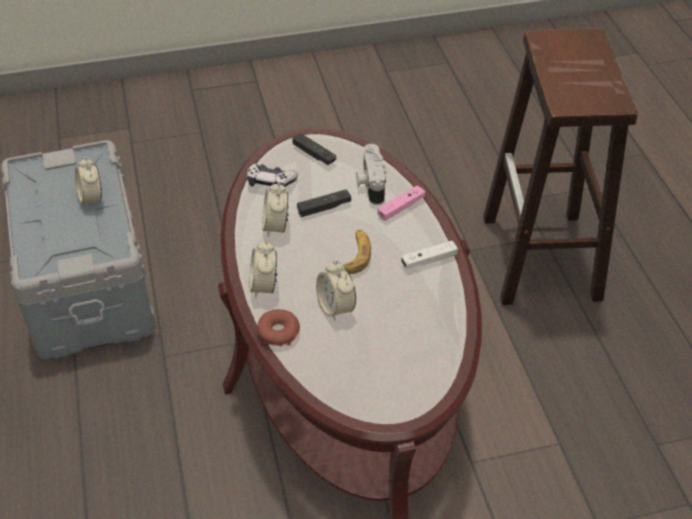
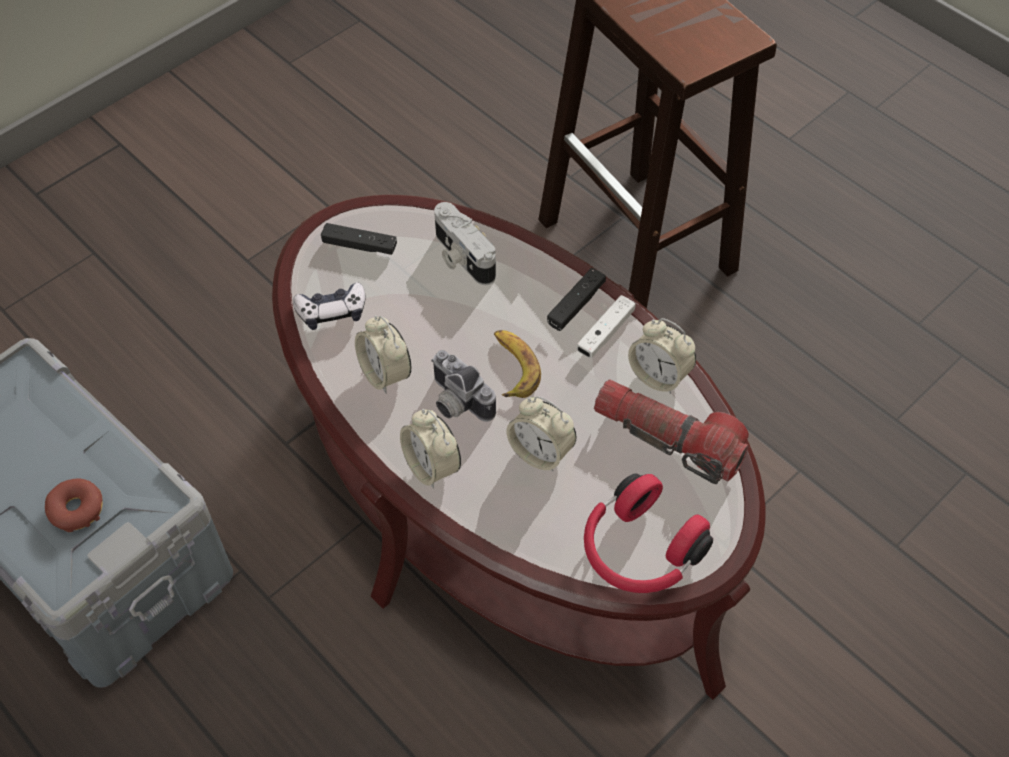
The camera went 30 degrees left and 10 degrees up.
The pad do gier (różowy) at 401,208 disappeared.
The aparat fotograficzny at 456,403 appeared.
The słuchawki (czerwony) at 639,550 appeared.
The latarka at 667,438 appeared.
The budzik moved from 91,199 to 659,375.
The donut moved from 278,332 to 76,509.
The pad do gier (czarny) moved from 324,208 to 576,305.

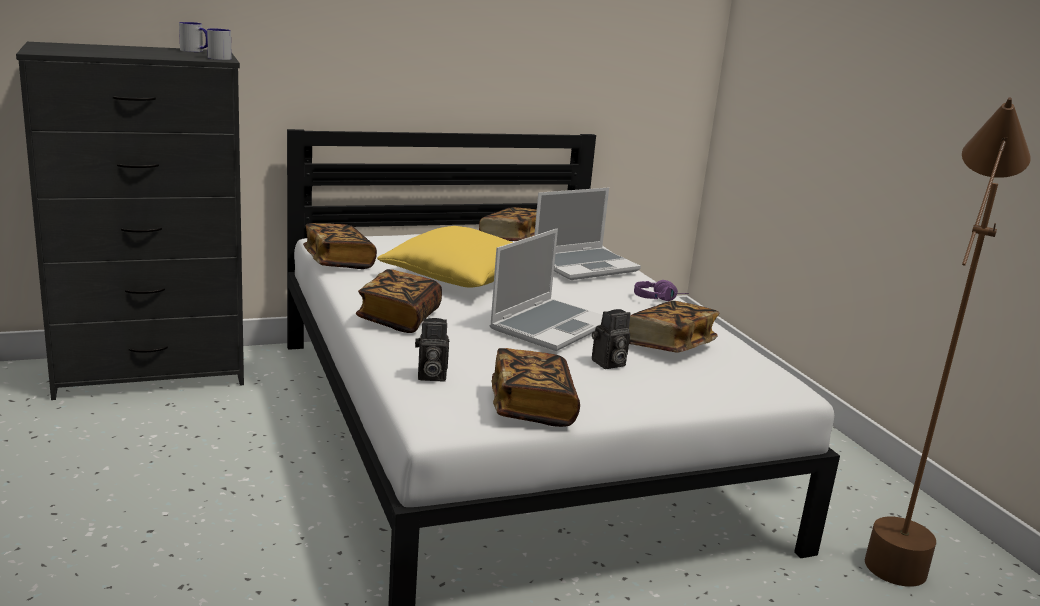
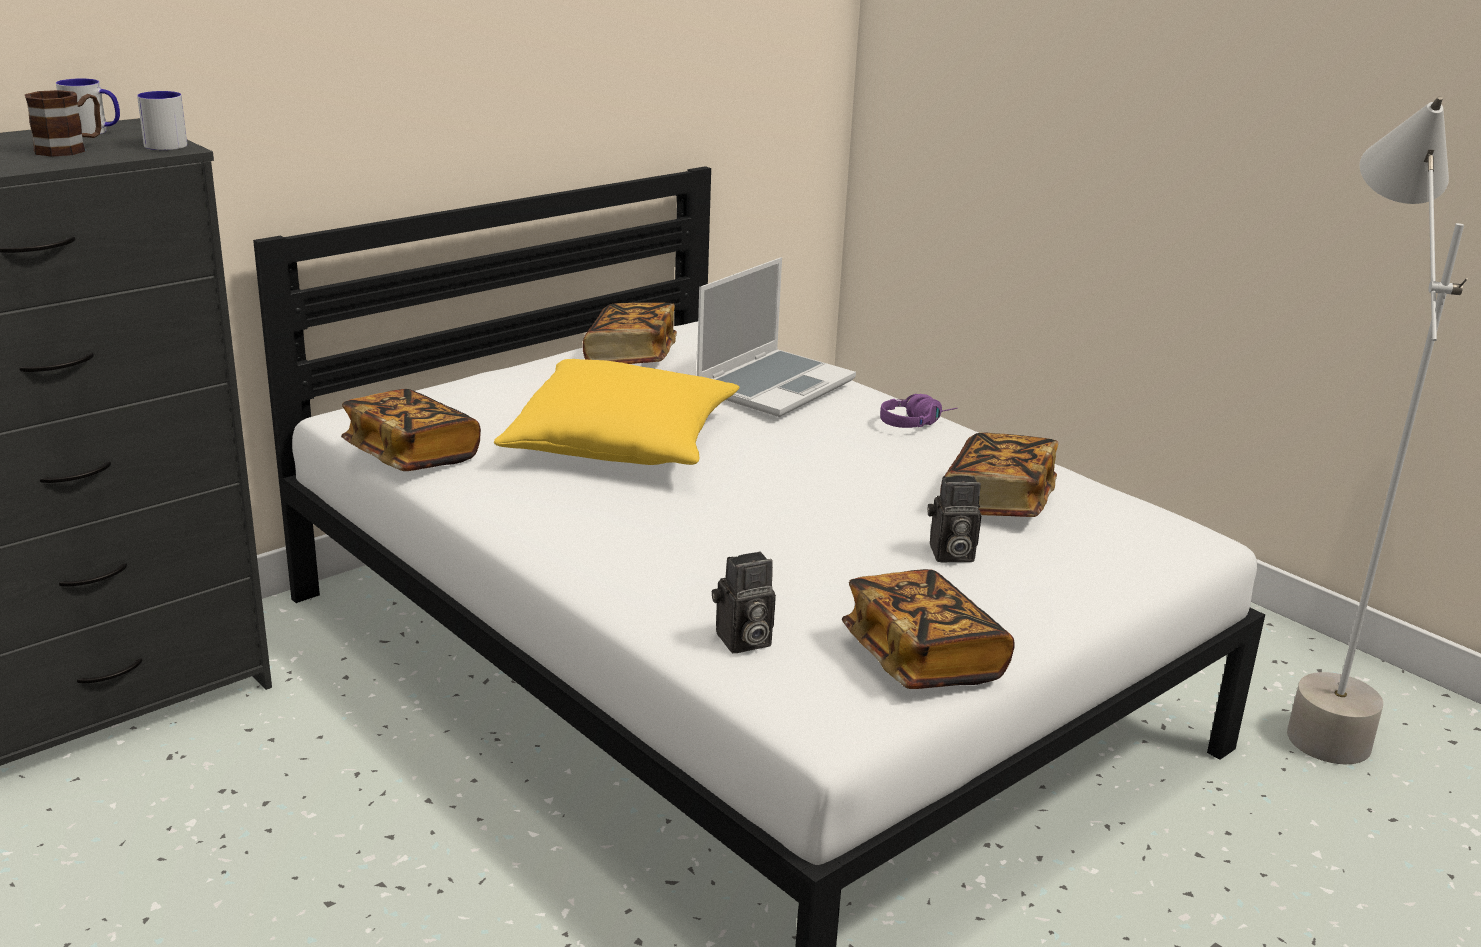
The camera went 20 degrees left and 5 degrees up.
The książka at 399,318 disappeared.
The laptop at 550,326 disappeared.
The kubek (brązowy) at 70,149 appeared.
The lampa stojąca (brązowy) at 898,542 became the lampa stojąca (szary) at 1309,702.
The aparat fotograficzny at 608,364 turned 45 degrees clockwise.

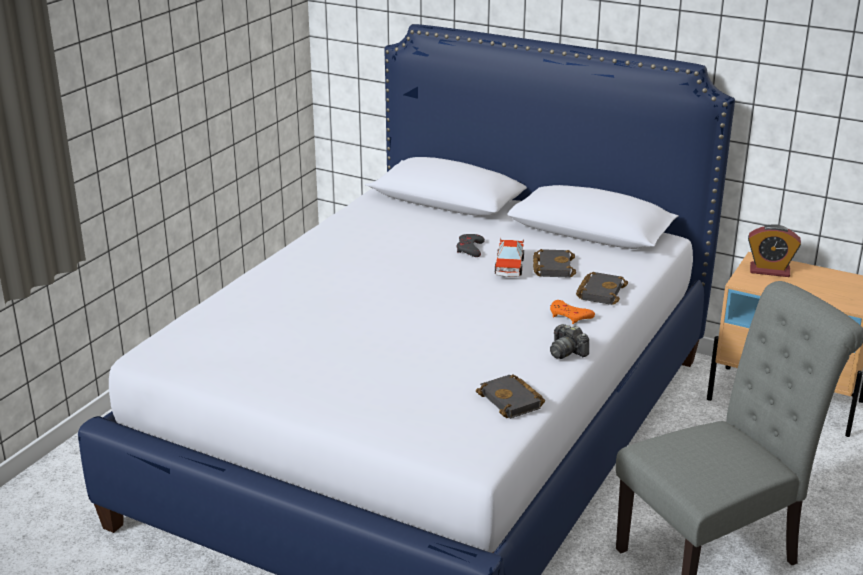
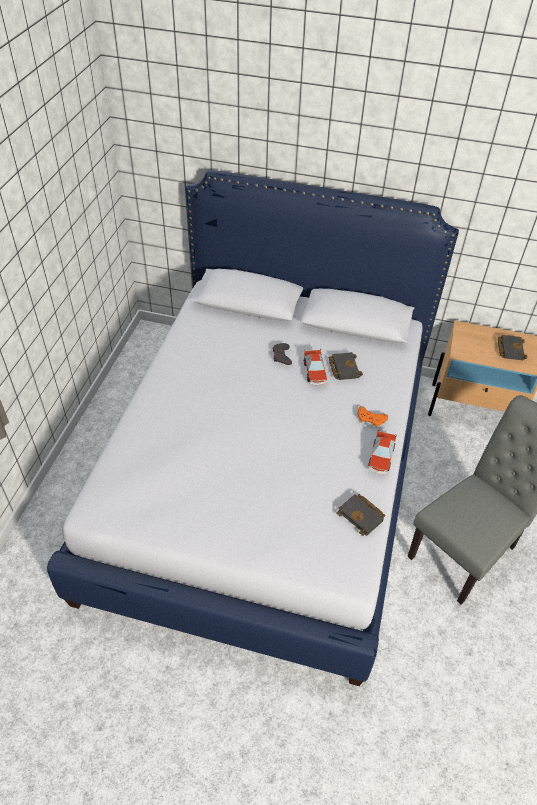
The camera went 15 degrees left and 20 degrees up.
The budzik at 769,271 disappeared.
The książka (czarny) moved from 600,291 to 509,349.
The aparat fotograficzny at 567,352 was replaced by the samochodzik at 381,457.

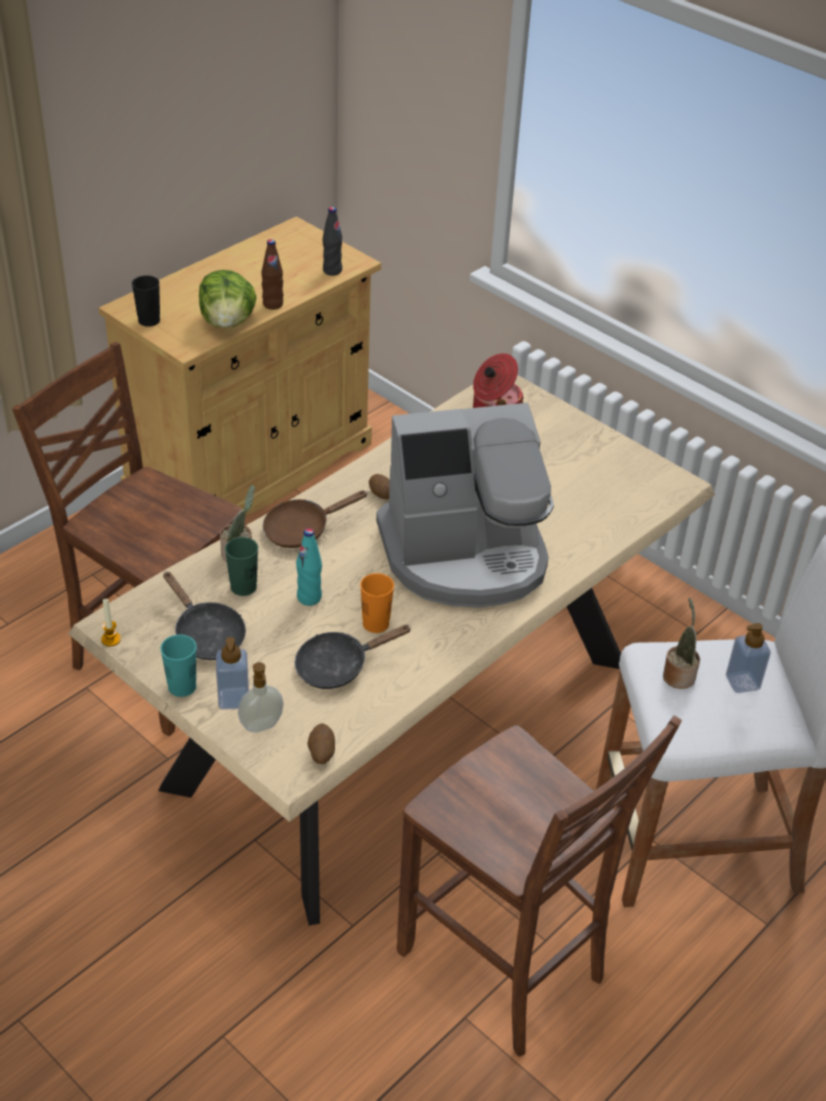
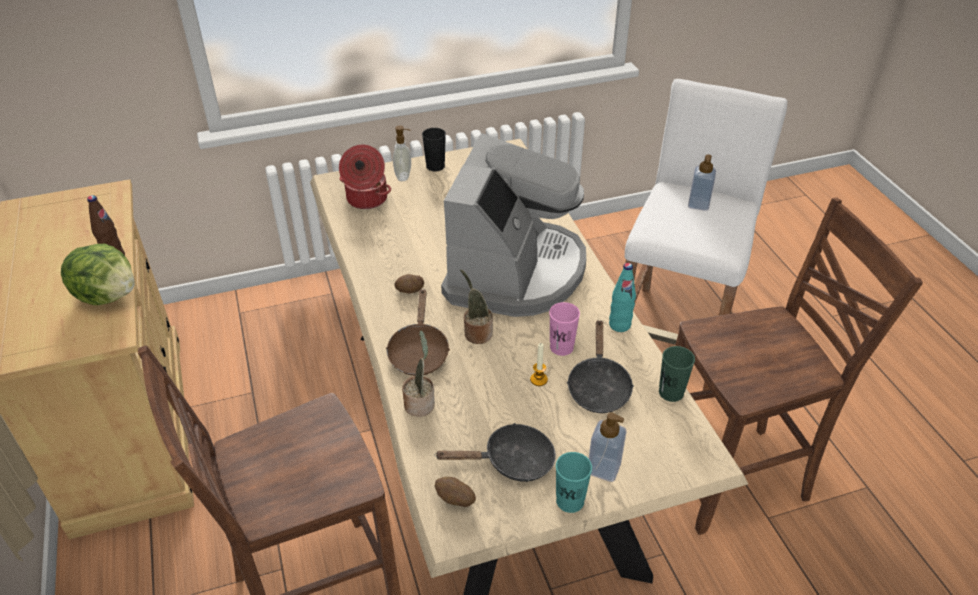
The camera went 60 degrees left and 0 degrees up.
The butelka (czarny) at 332,271 disappeared.
The świeca moved from 111,639 to 538,379.
The filiżanka (czarny) moved from 149,320 to 435,166.
The filiżanka (zielony) moved from 243,587 to 671,392.
The dozownik mydła moved from 262,726 to 404,176.
The butelka (turkusowy) moved from 309,597 to 619,325.
The ziemniak moved from 321,753 to 455,500.
The roślina doniczkowa moved from 678,675 to 476,333.
The filiżanka (pomarańczowy) at 376,624 became the filiżanka (różowy) at 561,347.

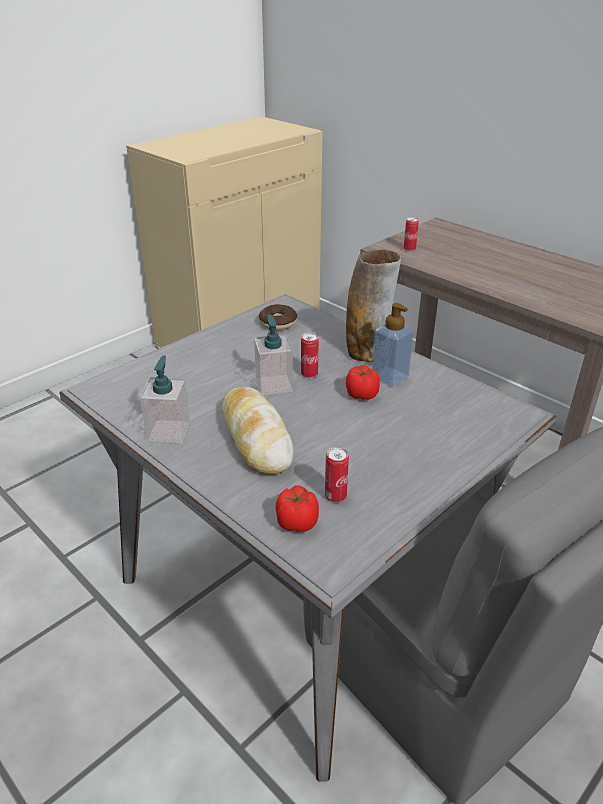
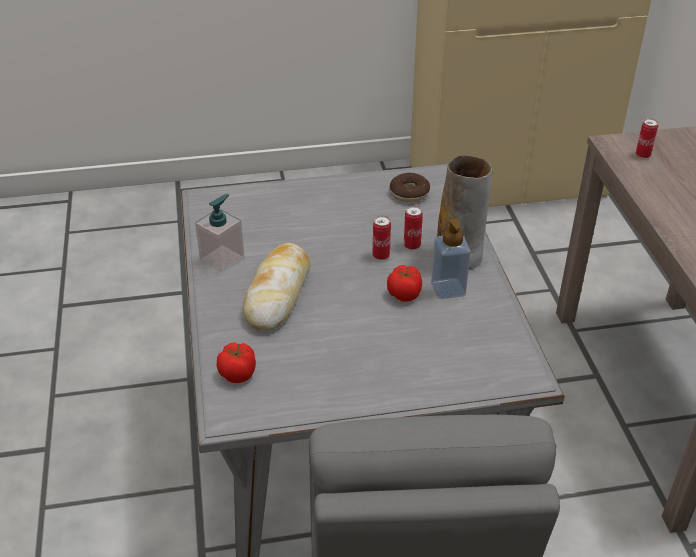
The camera went 35 degrees right and 5 degrees up.
The dozownik mydła at 274,385 disappeared.
The puszka moved from 335,496 to 412,245.

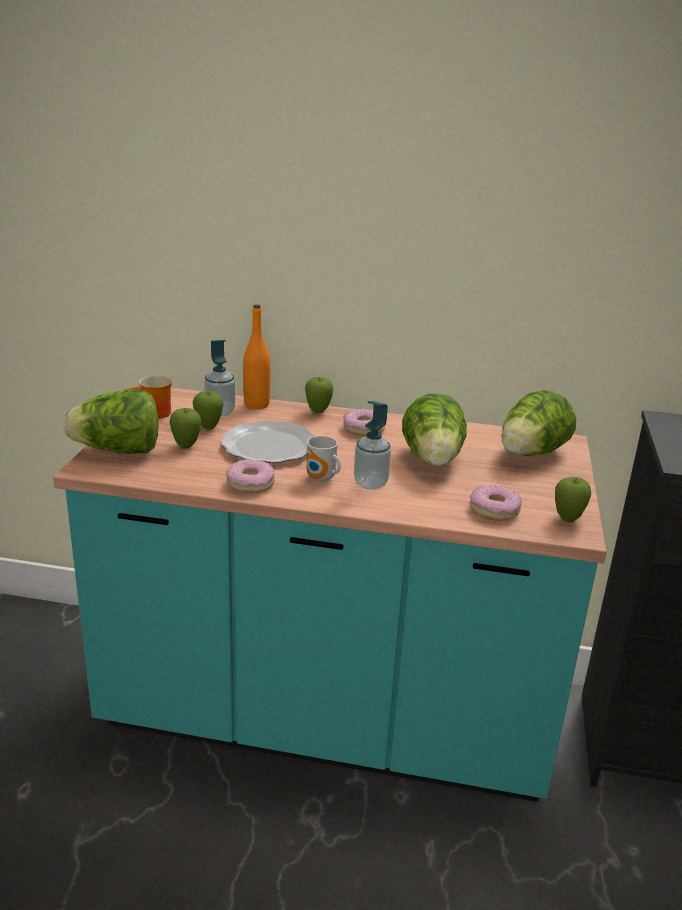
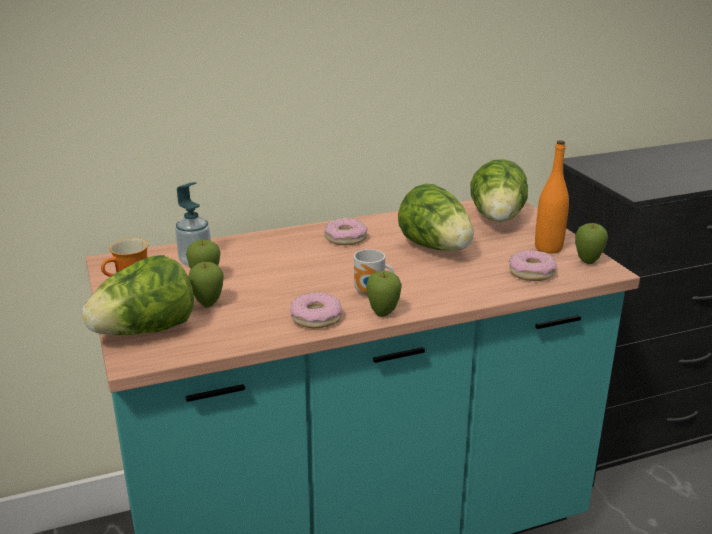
The camera went 30 degrees left and 0 degrees up.
The talerz at 269,447 disappeared.
The dozownik mydła at 370,483 disappeared.
The butelka (pomarańczowy) moved from 256,404 to 548,248.
The jabłko moved from 318,412 to 383,314.

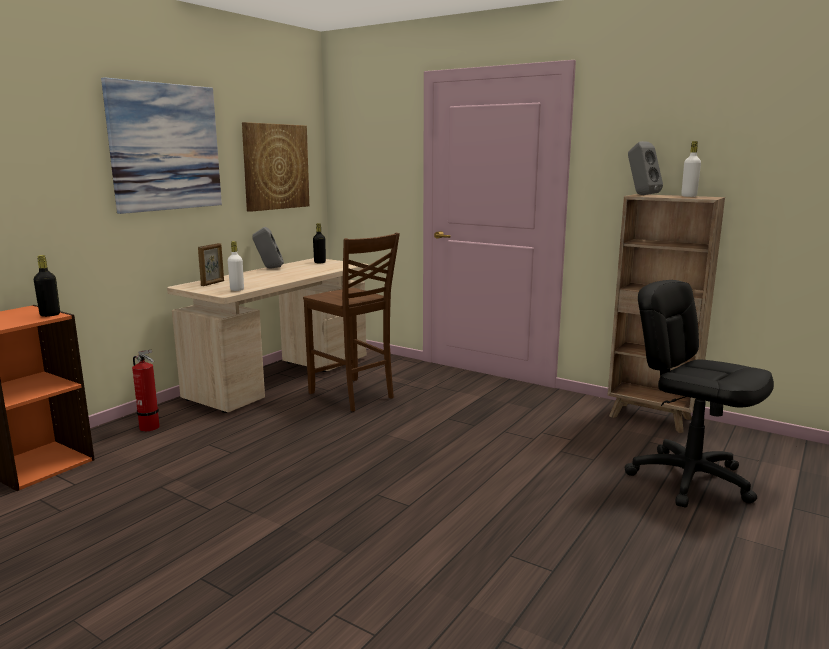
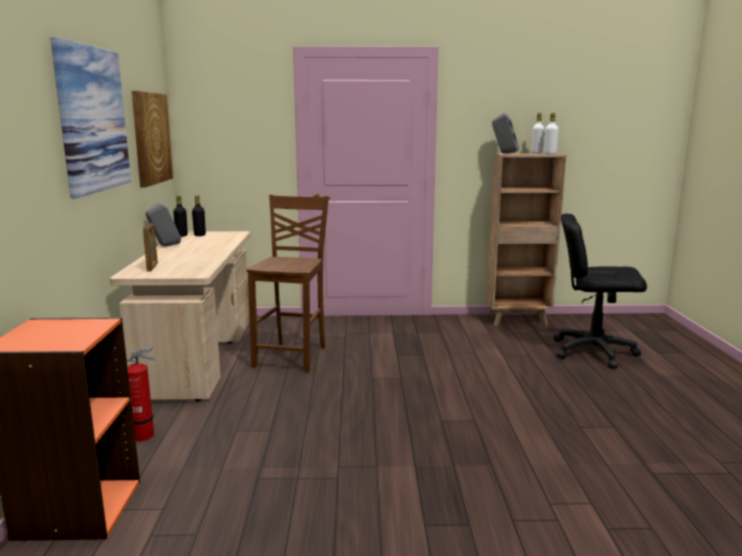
The camera went 35 degrees left and 0 degrees up.
The butelka (czarny) moved from 50,315 to 181,235.
The butelka (biały) moved from 237,289 to 550,154.
The krzesło (brązowy) at 352,395 turned 90 degrees counterclockwise.

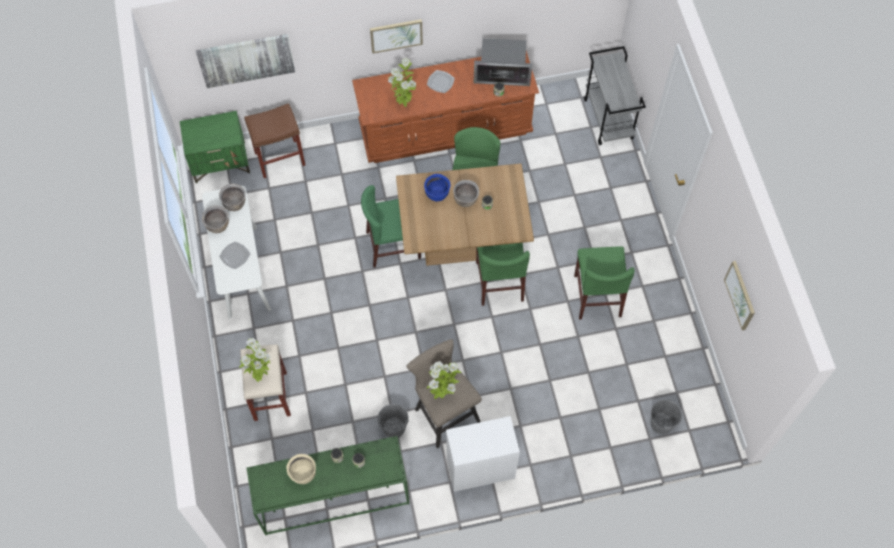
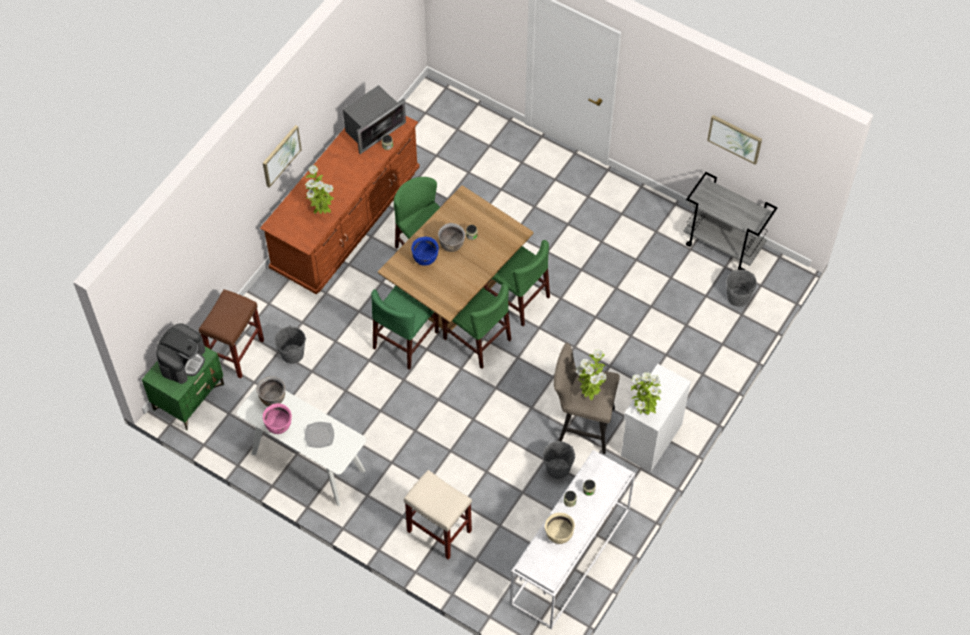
The camera went 45 degrees left and 5 degrees down.
The obraz at 246,60 disappeared.
The talerz at 440,82 disappeared.
The ekspres do kawy at 183,360 appeared.
The wiadro (szary) at 292,354 appeared.
The roślina doniczkowa moved from 260,373 to 643,411.
The krzesło (zielony) moved from 597,295 to 477,339.
The wózek (szary) moved from 608,119 to 723,245.
The garnek (brązowy) at 218,226 became the garnek (różowy) at 279,425.
The stolik konsolowy (zielony) at 333,498 became the stolik konsolowy (biały) at 570,558.

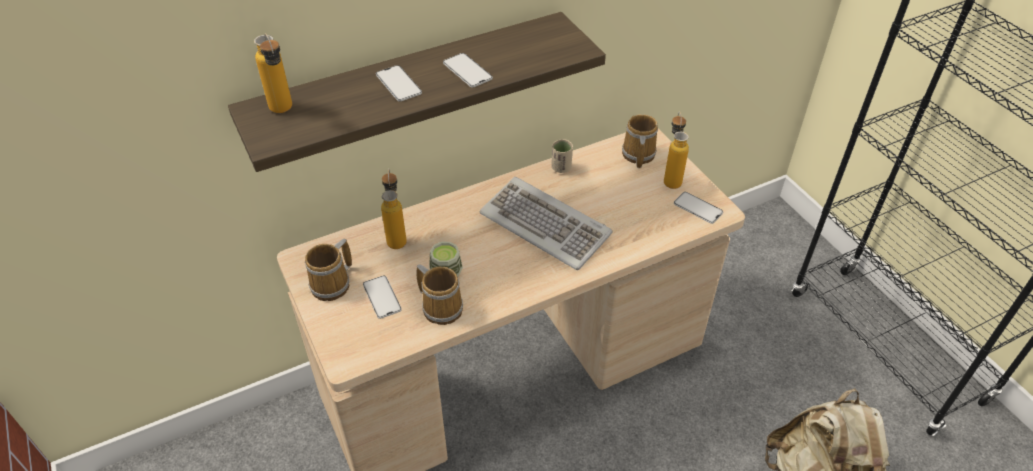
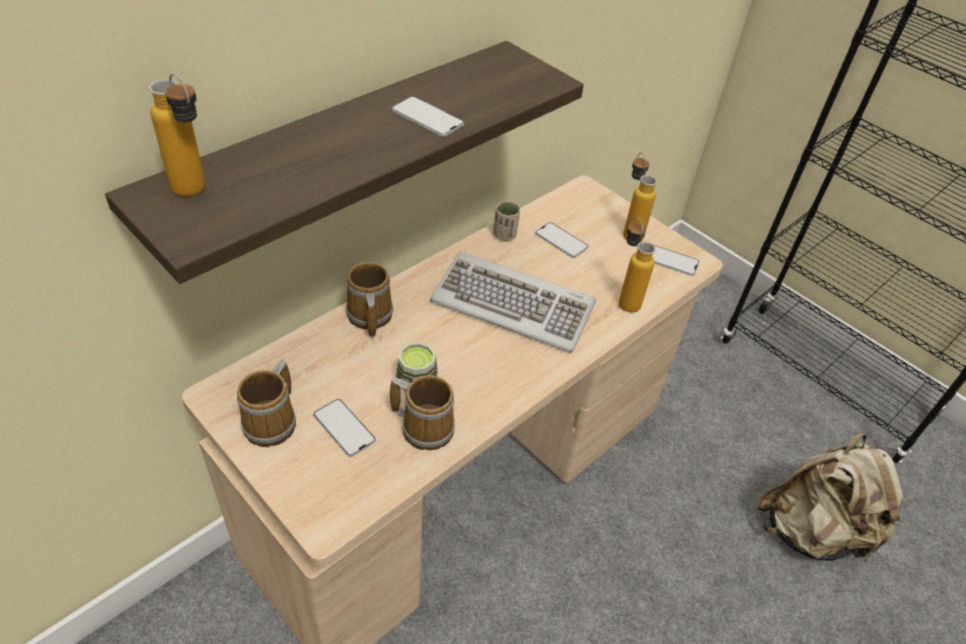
The camera went 20 degrees left and 0 degrees up.
The telefon moved from 398,84 to 561,240.
The butelka moved from 397,237 to 624,298.
The kubek moved from 637,155 to 368,316.

